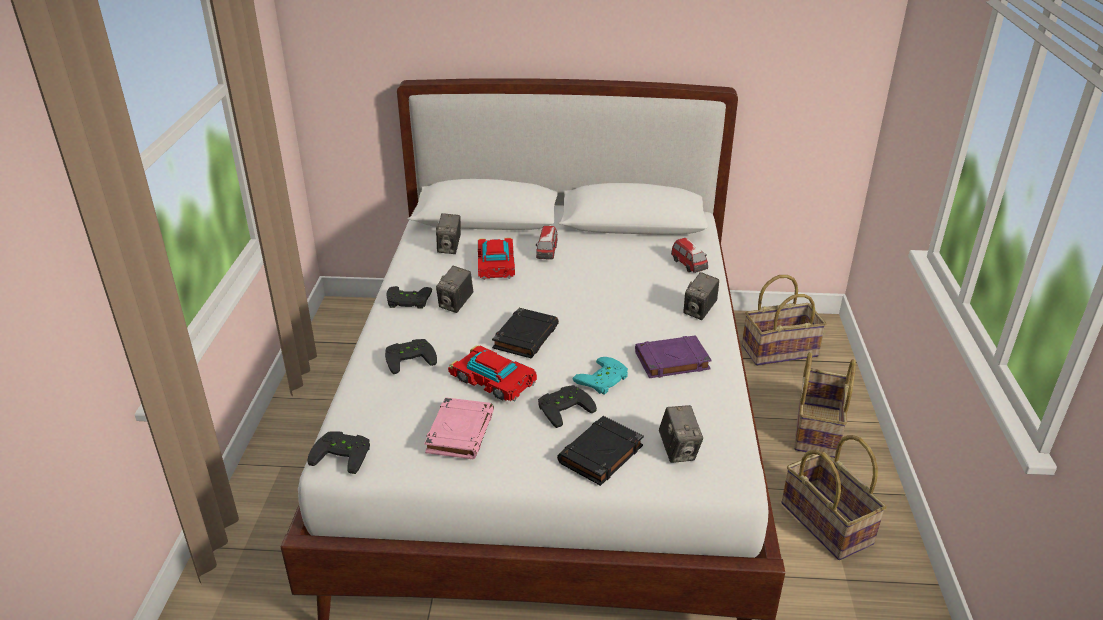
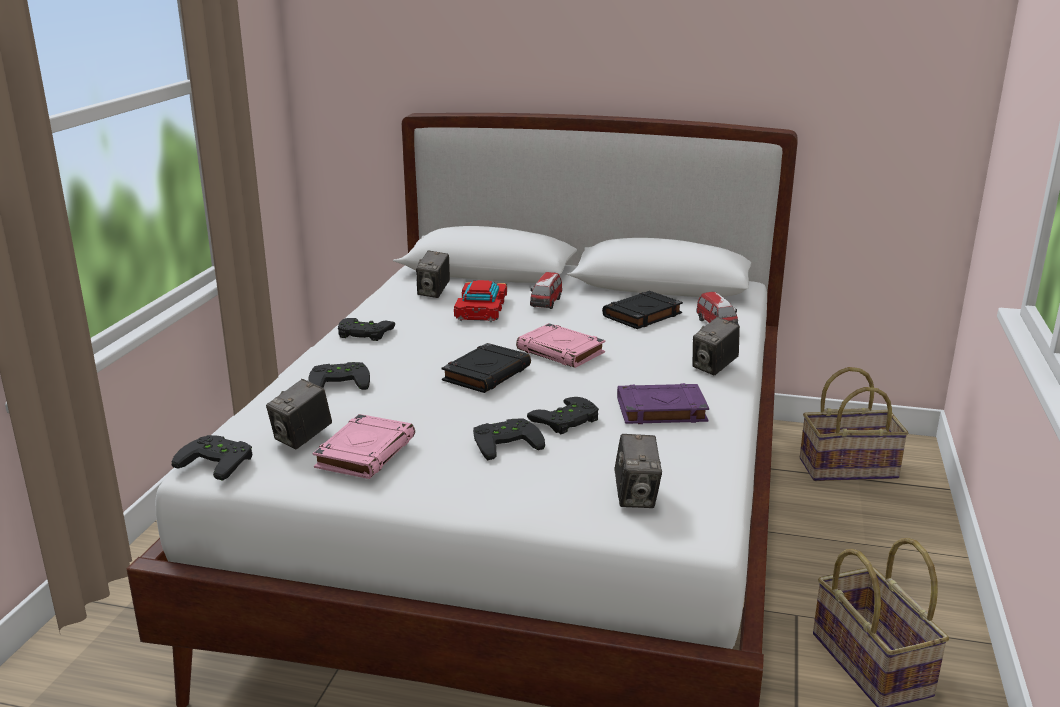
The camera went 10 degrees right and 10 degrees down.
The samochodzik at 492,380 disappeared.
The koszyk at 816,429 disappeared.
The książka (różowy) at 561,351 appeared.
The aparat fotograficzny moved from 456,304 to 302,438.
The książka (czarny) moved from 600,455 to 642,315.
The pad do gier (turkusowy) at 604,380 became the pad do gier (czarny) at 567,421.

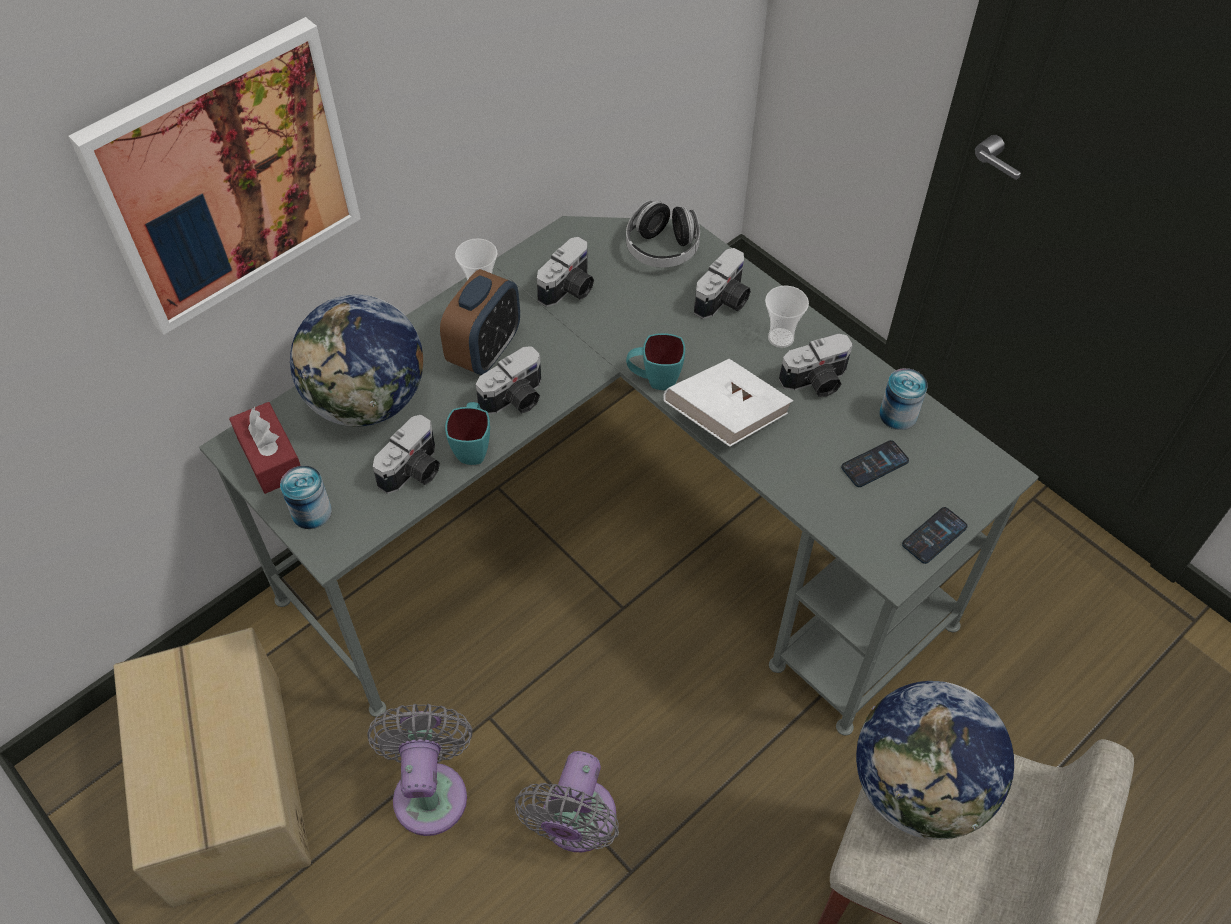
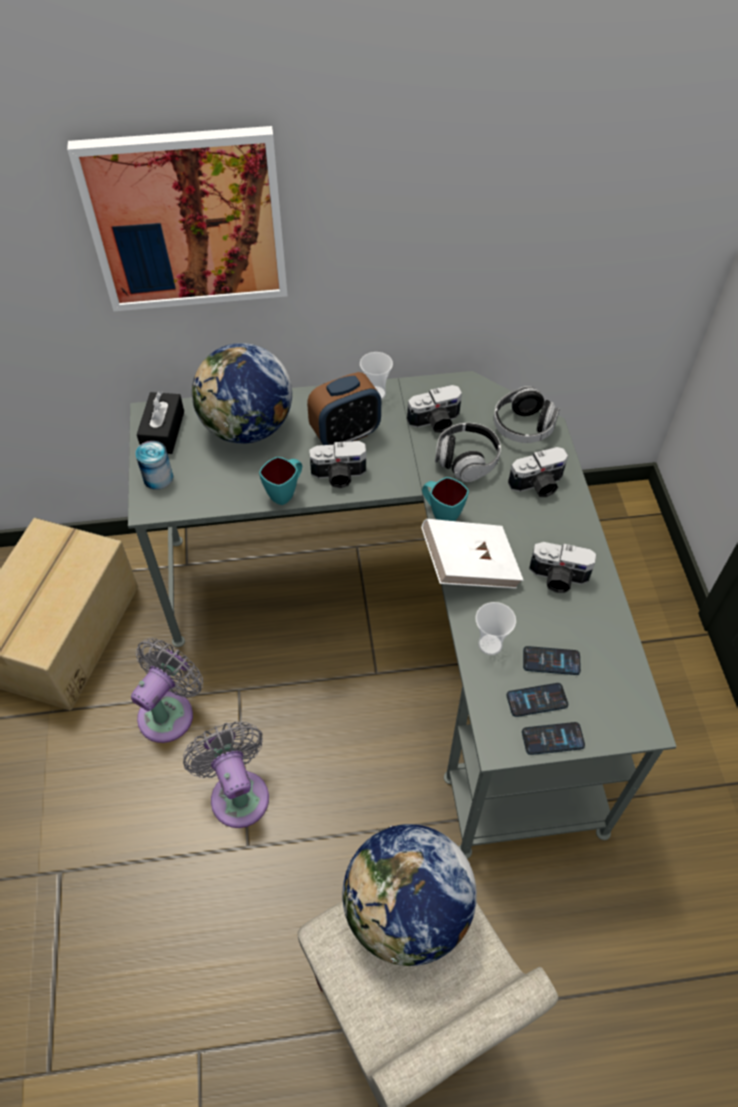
The camera went 35 degrees right and 0 degrees up.
The aparat fotograficzny at 414,471 disappeared.
The puszka at 898,414 disappeared.
The słuchawki at 466,460 appeared.
The telefon at 537,700 appeared.
The filiżanka moved from 780,338 to 490,644.
The pudełko chusteczek (czerwony) at 270,457 became the pudełko chusteczek (czarny) at 163,431.
The wentylator (szary) at 576,824 turned 105 degrees clockwise.

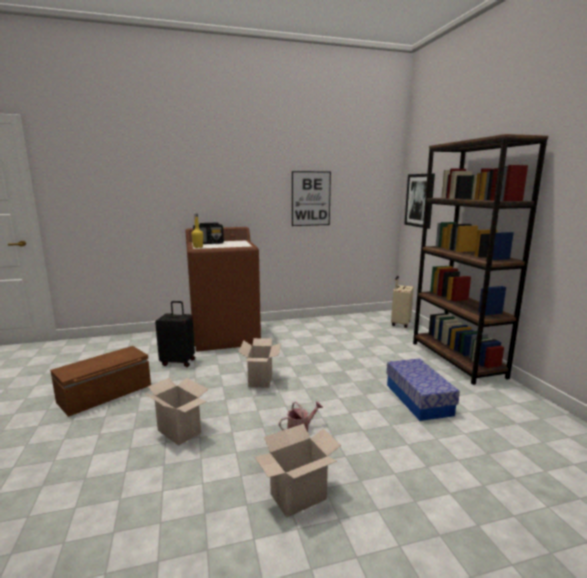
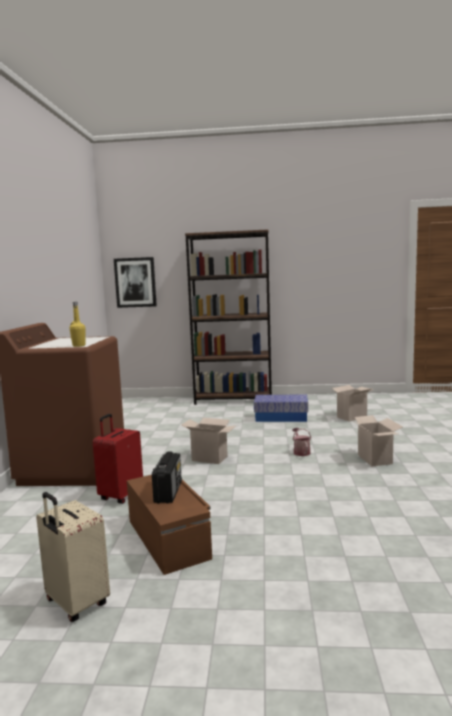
The camera went 70 degrees left and 5 degrees down.
The obraz at 311,198 disappeared.
The karton moved from 181,431 to 352,417.
The radio moved from 209,243 to 168,492.
The walizka (beżowy) moved from 400,324 to 75,604.
The walizka (czarny) at 178,362 became the walizka (czerwony) at 120,495.

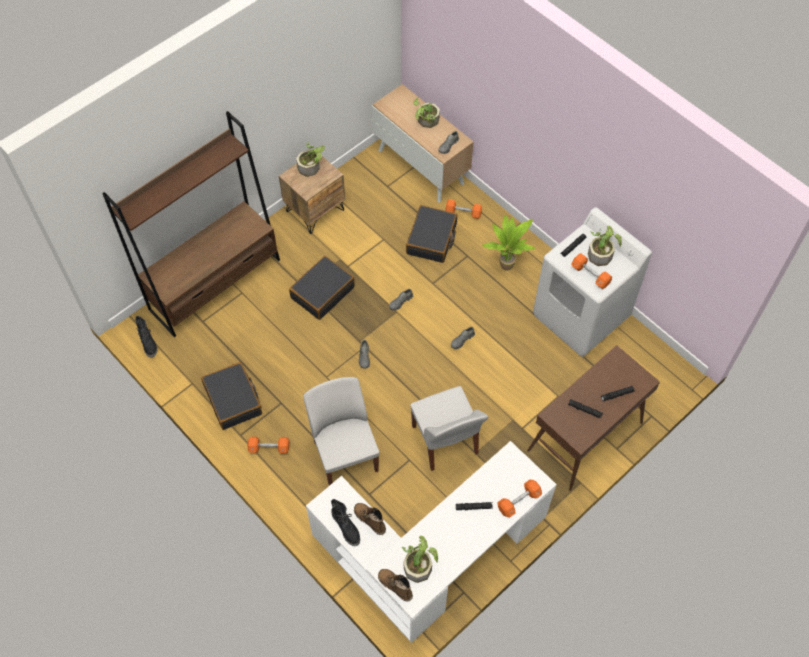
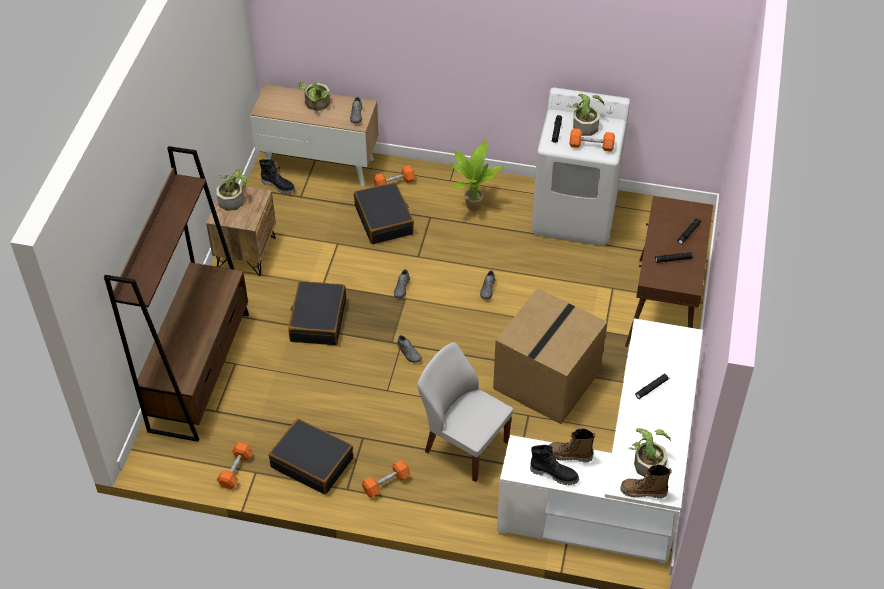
The camera went 35 degrees left and 10 degrees down.
The but z cholewką (czarny) moved from 148,343 to 279,185.
The hantel (pomarańczowy) moved from 519,501 to 236,470.
The krzesło (biały) at 445,441 was replaced by the karton at 547,381.

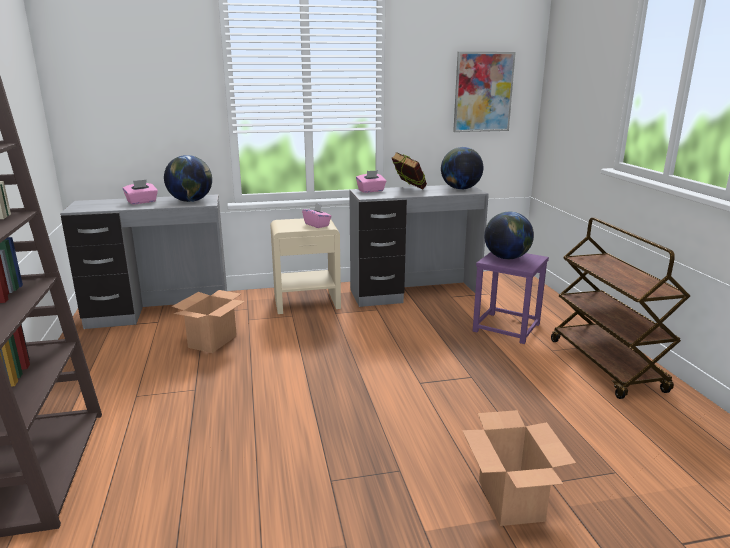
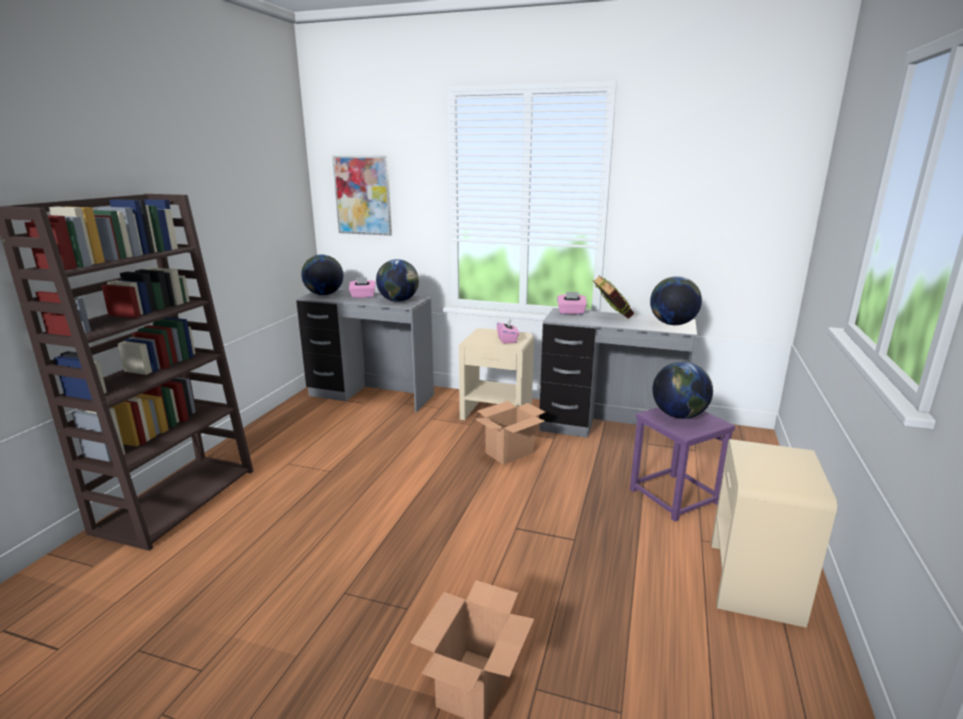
The camera went 30 degrees right and 0 degrees up.
The globus at 324,294 appeared.
The karton moved from 213,341 to 510,452.
The obraz moved from 483,92 to 363,195.
The wózek (brązowy) at 606,365 was replaced by the szafka nocna (beżowy) at 754,581.

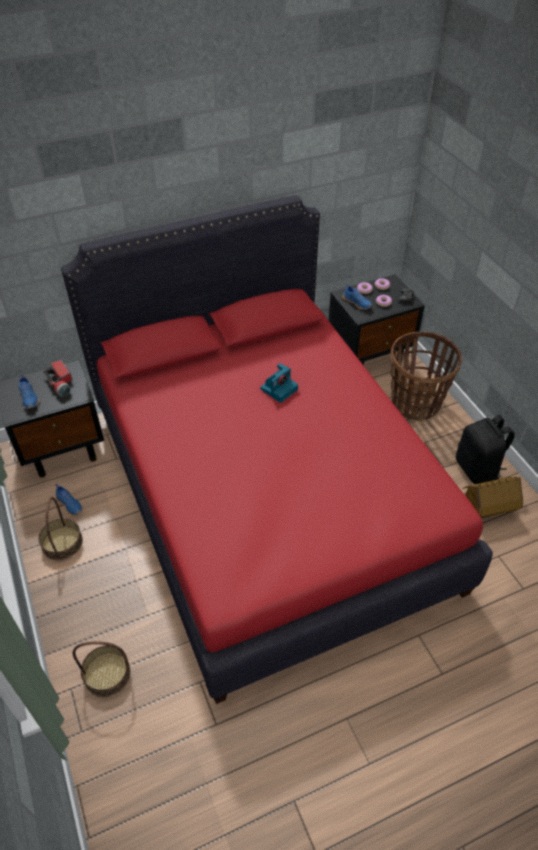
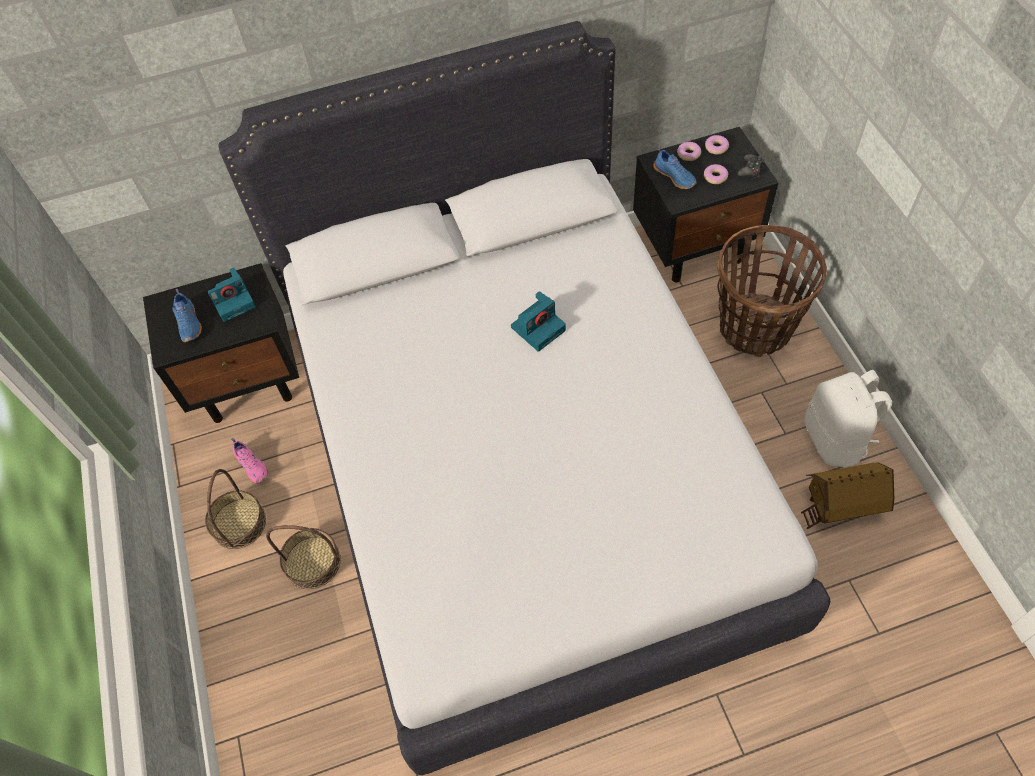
The camera went 10 degrees right and 10 degrees up.
The koszyk moved from 107,674 to 312,562.
The latarka at 61,383 was replaced by the aparat fotograficzny at 234,301.
The but (niebieski) at 70,504 became the but (różowy) at 252,465.
The łóżko (czerwony) at 267,496 became the łóżko (biały) at 524,468.
The plecak (czarny) at 477,469 became the plecak (biały) at 835,440.

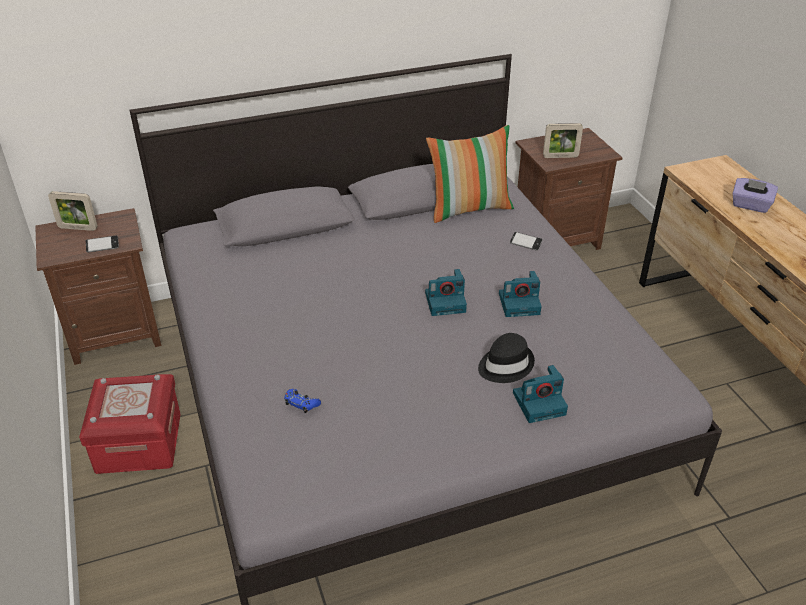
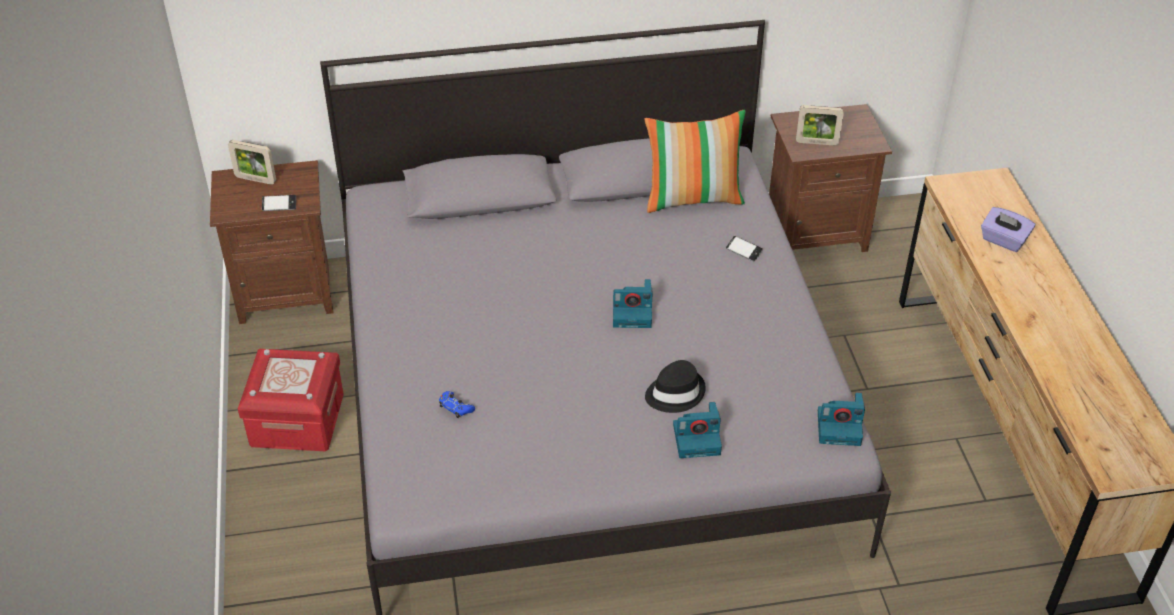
The camera went 10 degrees right and 5 degrees up.
The aparat fotograficzny moved from 520,303 to 840,427.

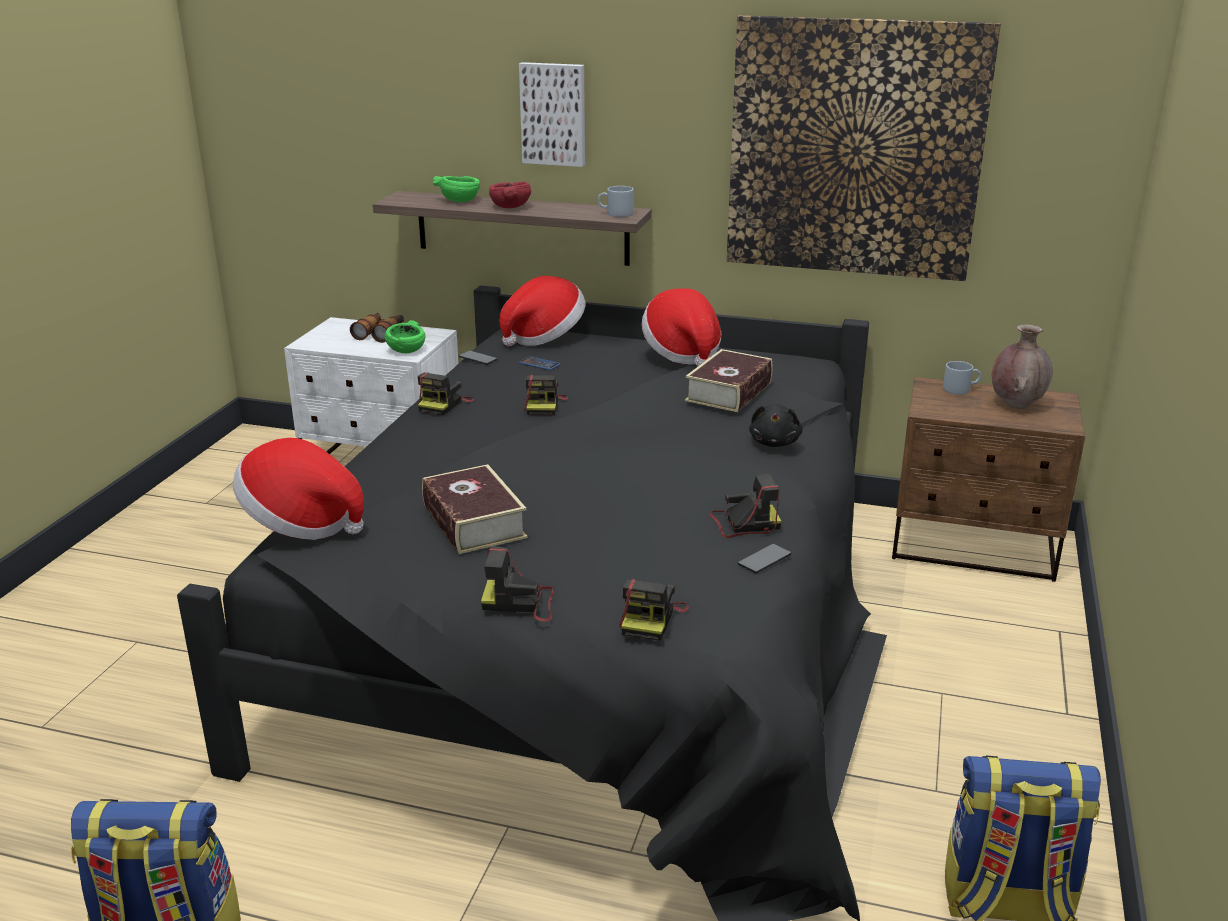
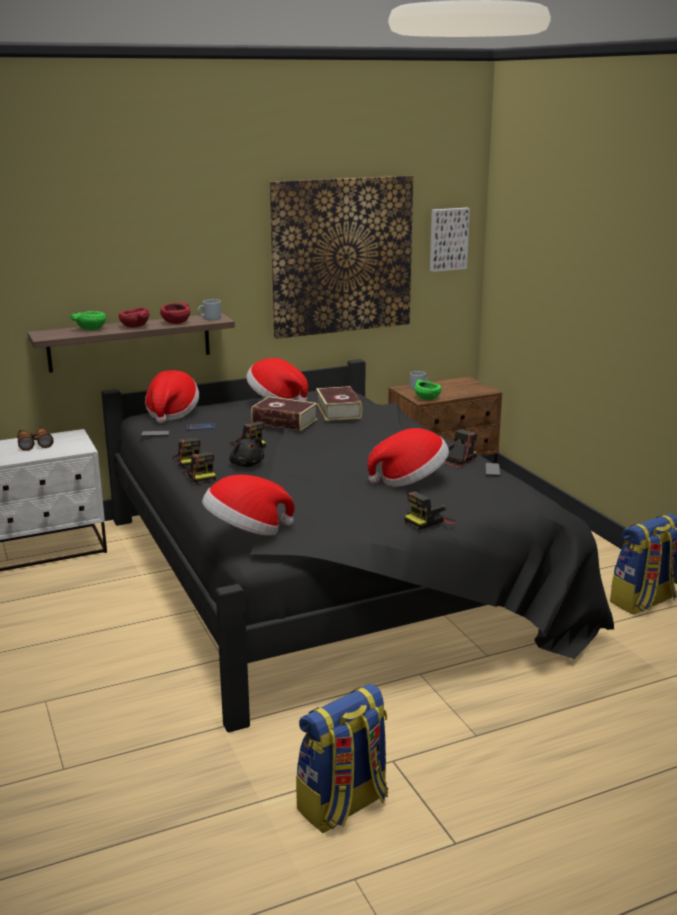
The camera went 40 degrees left and 5 degrees down.
The wazon (brązowy) at 1016,404 disappeared.
The miska (czerwony) at 176,322 appeared.
The kapelusz at 410,480 appeared.
The miska (zielony) moved from 407,350 to 427,398.
The książka moved from 474,522 to 284,421.
The obraz moved from 554,114 to 448,239.
The aparat fotograficzny moved from 651,618 to 200,476.
The pluszak (czarny) moved from 775,442 to 246,464.

